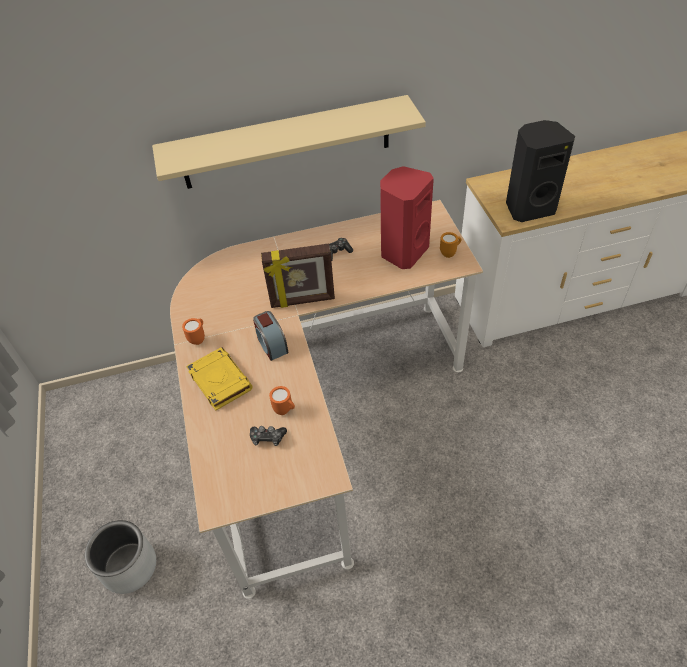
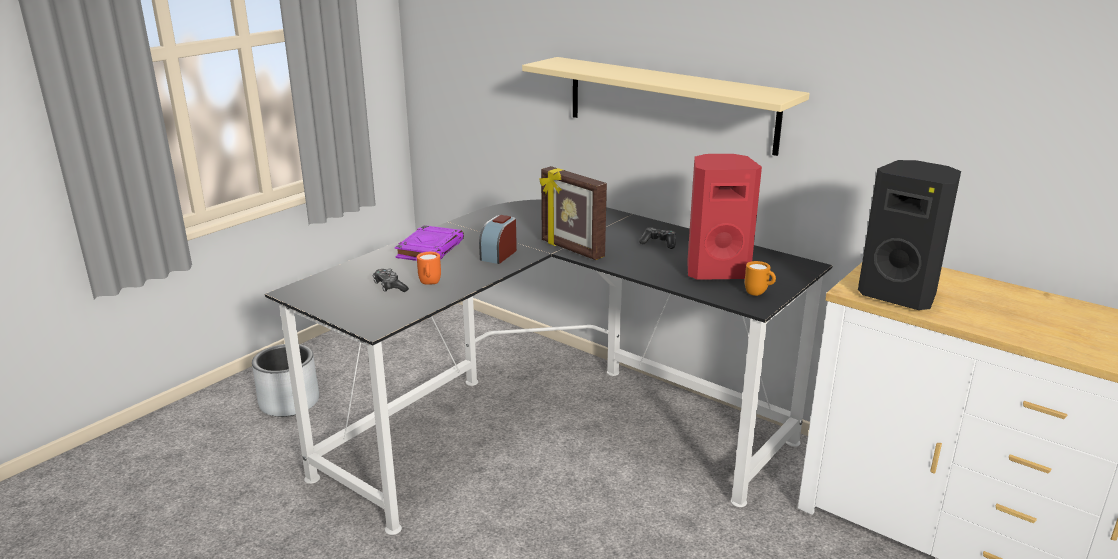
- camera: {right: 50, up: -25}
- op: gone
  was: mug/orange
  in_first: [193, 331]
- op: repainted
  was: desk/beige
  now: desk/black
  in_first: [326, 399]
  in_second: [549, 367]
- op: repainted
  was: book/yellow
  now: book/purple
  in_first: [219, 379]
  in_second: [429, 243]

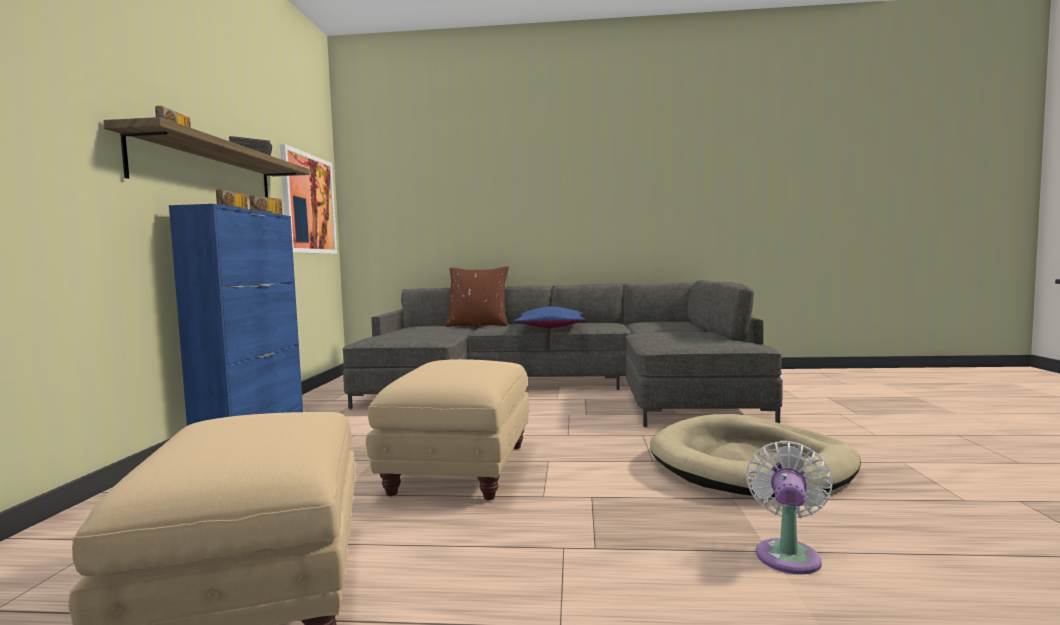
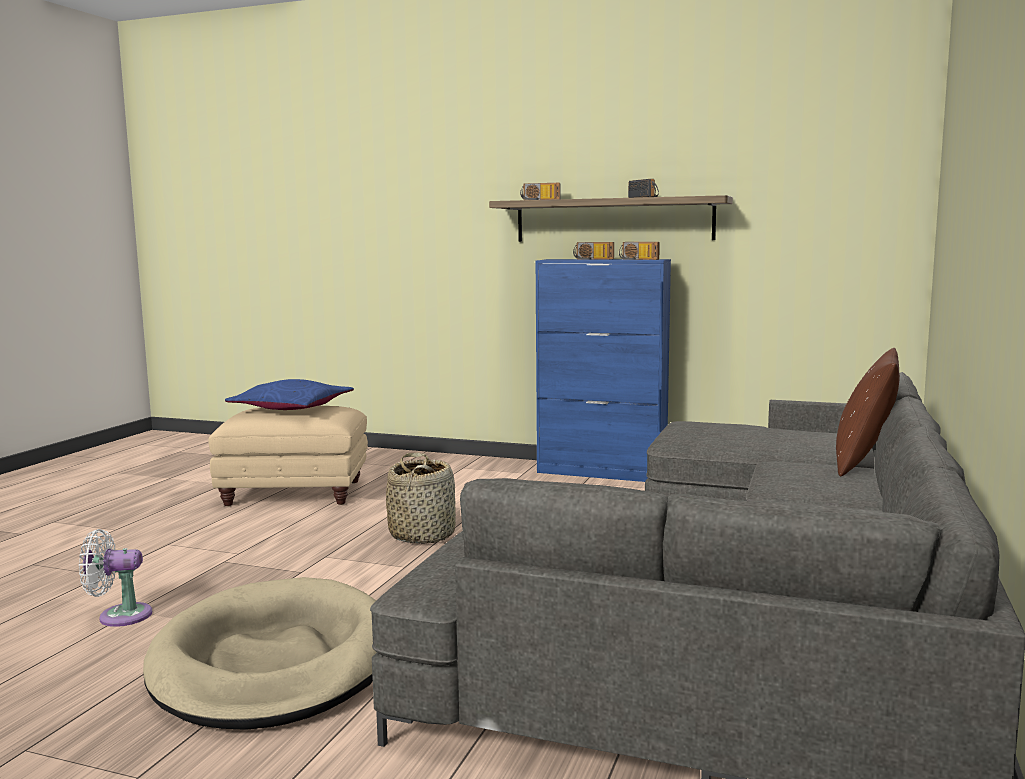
- camera: {right: 105, up: 5}
- op: gone
  was: picture
  in_first: [308, 199]
- op: shifted
  was: pillow/blue
  in_first: [549, 317]
  in_second: [289, 394]
- op: swapped
  was: ottoman/beige
  now: basket
  in_first: [447, 430]
  in_second: [421, 498]
- op: rotated
  was: fan/white
  in_first: [789, 507]
  in_second: [115, 578]
  clockwise: 135

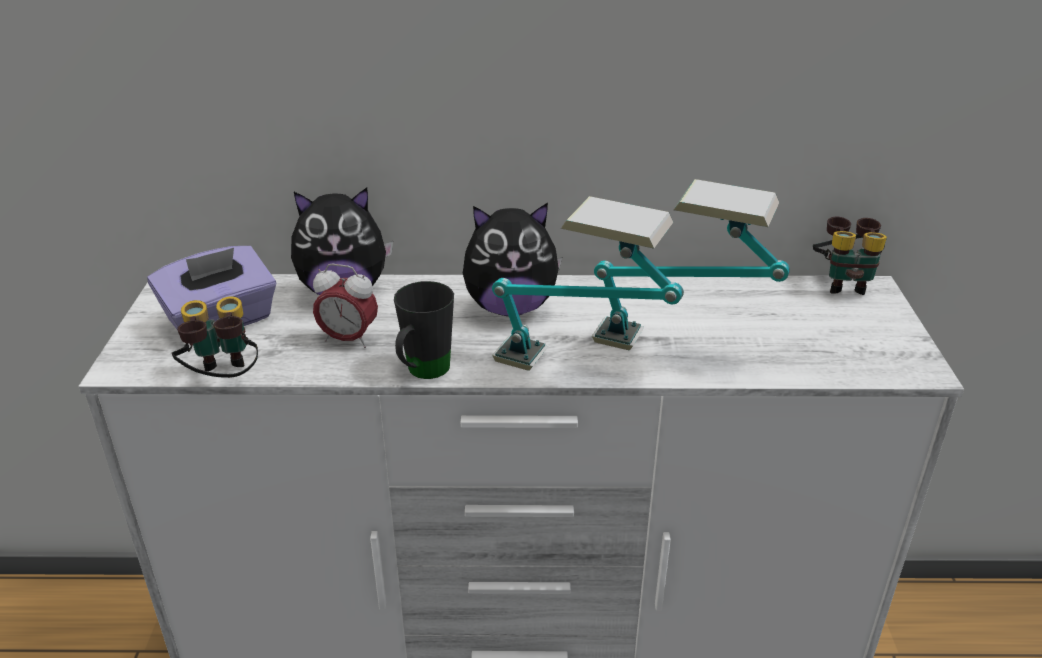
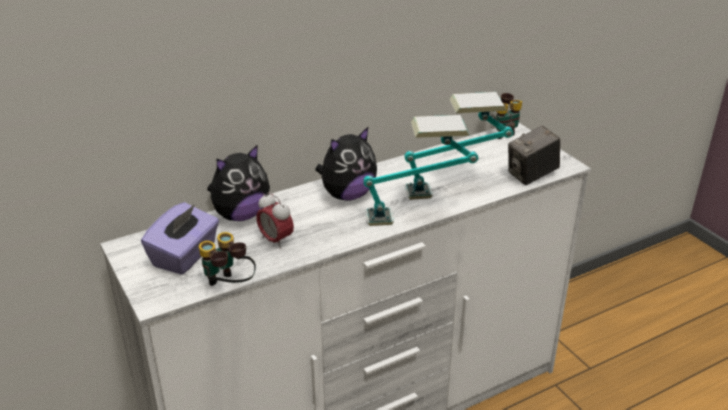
- camera: {right: -30, up: 0}
- op: gone
  was: mug/black
  in_first: [424, 330]
- op: new
  now: photo camera
  in_second: [534, 155]
- op: rotated
  was: alarm clock
  in_first: [345, 305]
  in_second: [275, 220]
  clockwise: 60

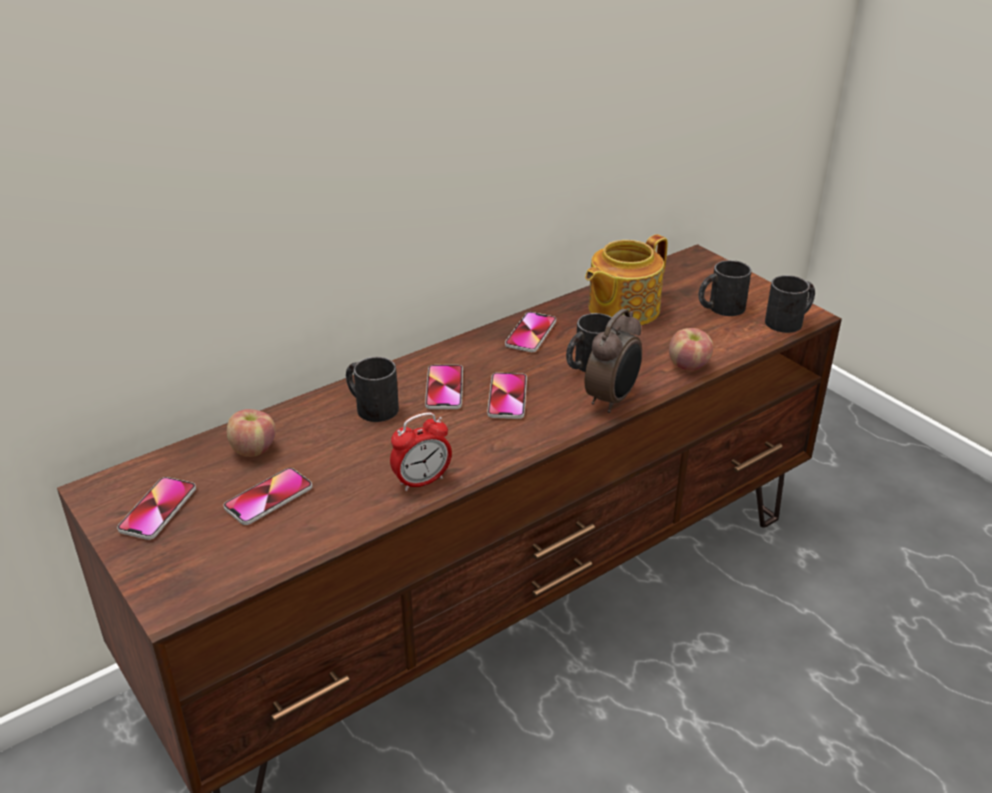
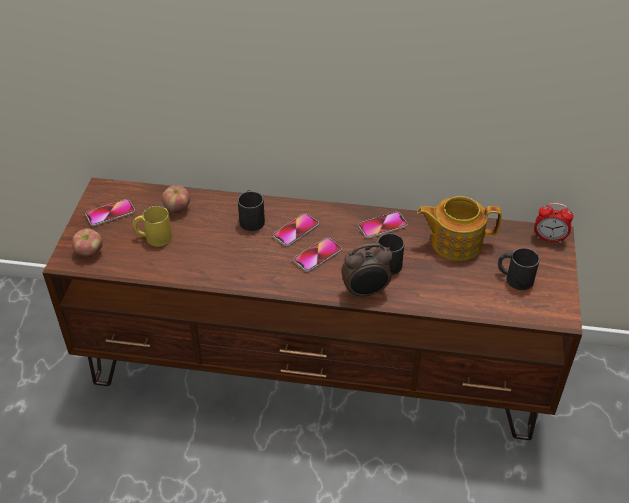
- camera: {right: 45, up: 10}
- op: gone
  was: mug/black
  in_first: [790, 304]
- op: shifted
  was: alarm clock
  in_first: [421, 451]
  in_second: [554, 223]
- op: shifted
  was: apple
  in_first: [691, 349]
  in_second: [87, 243]
- op: swapped
  was: phone
  now: mug/yellow
  in_first: [268, 496]
  in_second: [152, 226]

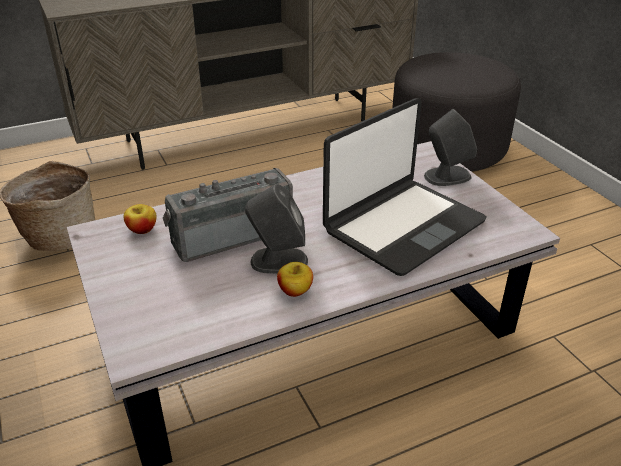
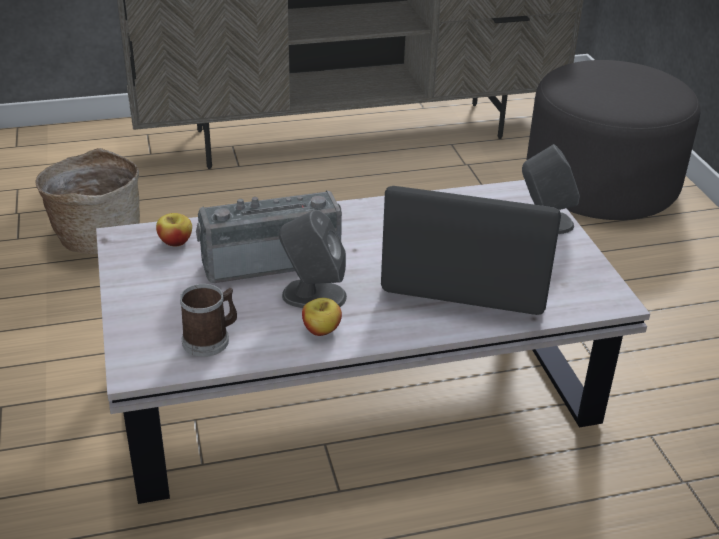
- camera: {right: 10, up: 0}
- op: new
  now: mug
  in_second: [208, 320]
- op: rotated
  was: laptop
  in_first: [405, 187]
  in_second: [471, 250]
  clockwise: -135

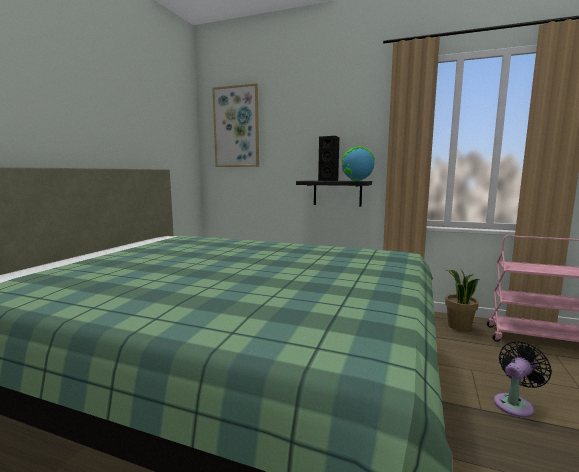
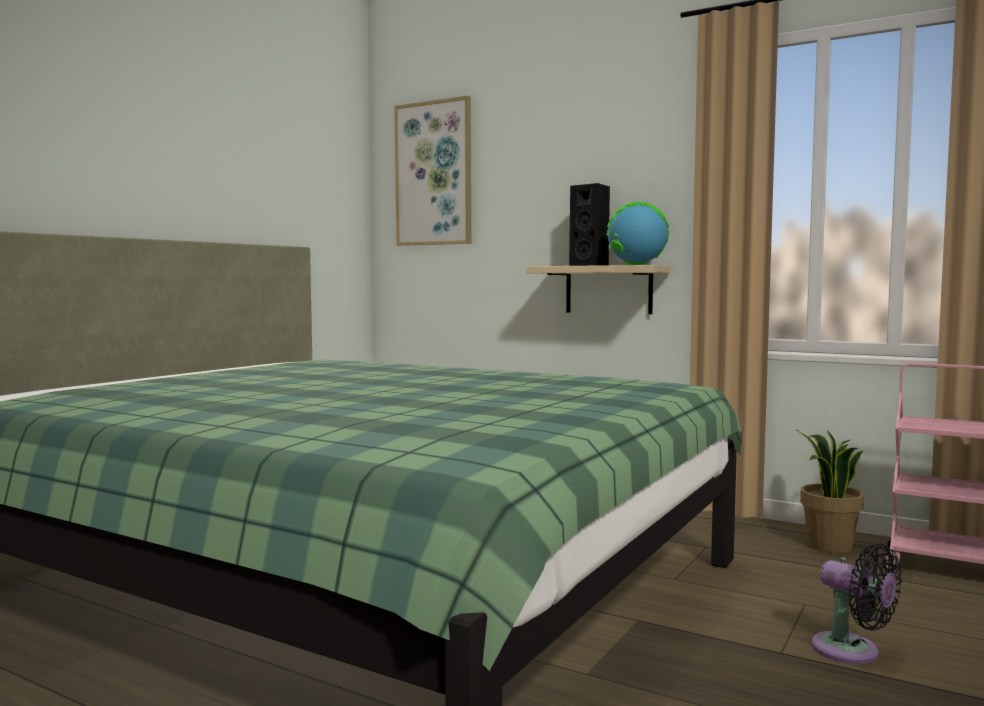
- camera: {right: 10, up: -5}
- op: repainted
  was: shelf/black
  now: shelf/beige
  in_first: [334, 193]
  in_second: [598, 289]
- op: rotated
  was: fan/black
  in_first: [523, 379]
  in_second: [856, 603]
  clockwise: 75

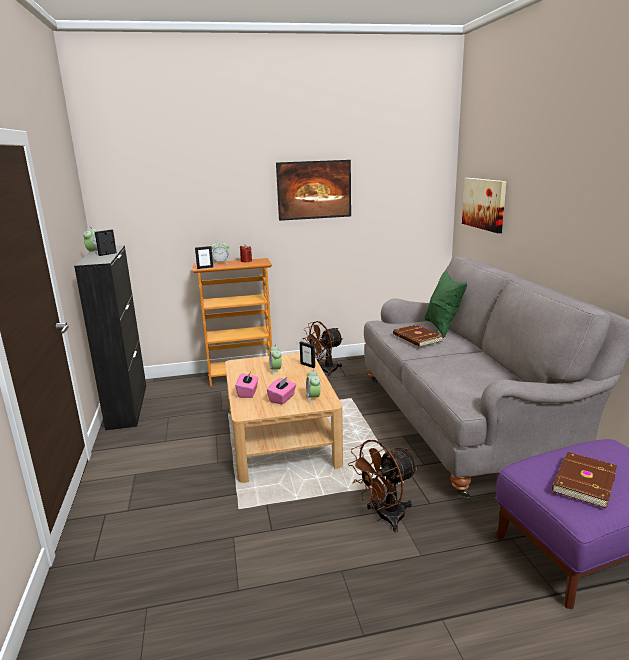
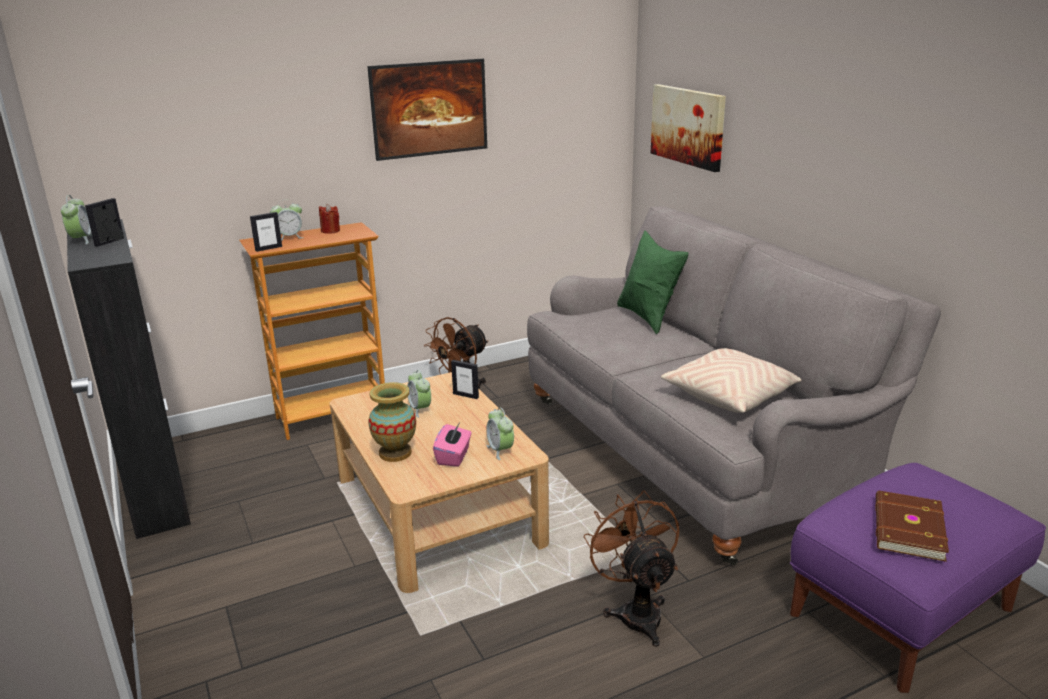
- camera: {right: -15, up: 5}
- op: gone
  was: book/brown
  in_first: [418, 336]
- op: new
  now: pillow/beige
  in_second: [731, 380]
- op: swapped
  was: tissue box/pink
  now: vase
  in_first: [247, 385]
  in_second: [392, 422]
- op: rotated
  was: fan/brown
  in_first: [383, 486]
  in_second: [631, 568]
  clockwise: 120

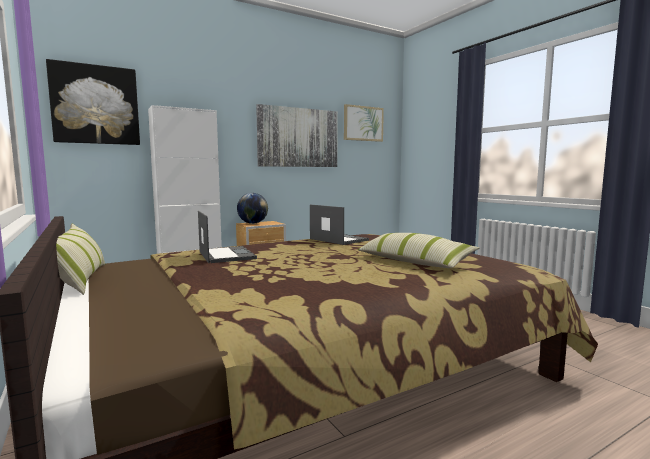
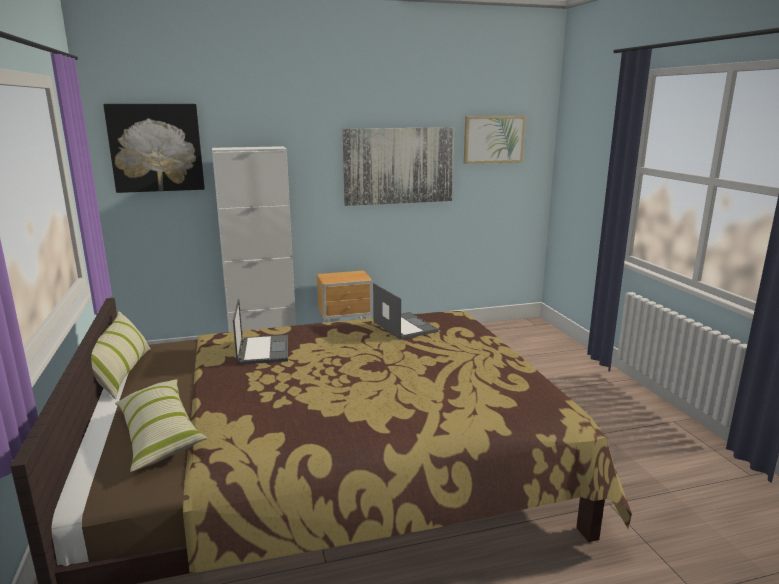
- camera: {right: 15, up: 10}
- op: gone
  was: globe
  in_first: [252, 208]
- op: shifted
  was: pillow
  in_first: [418, 250]
  in_second: [161, 425]

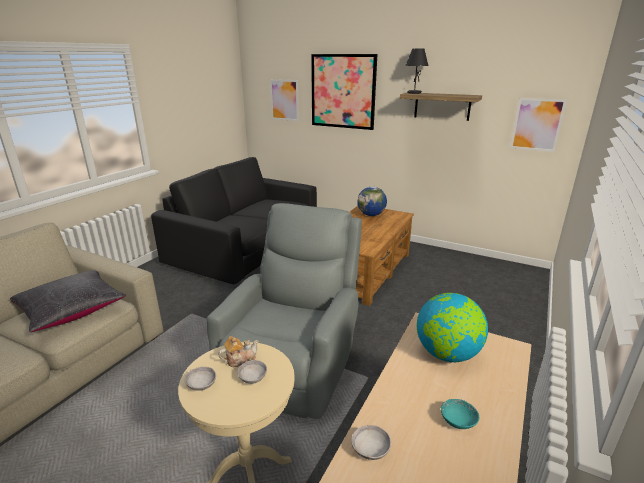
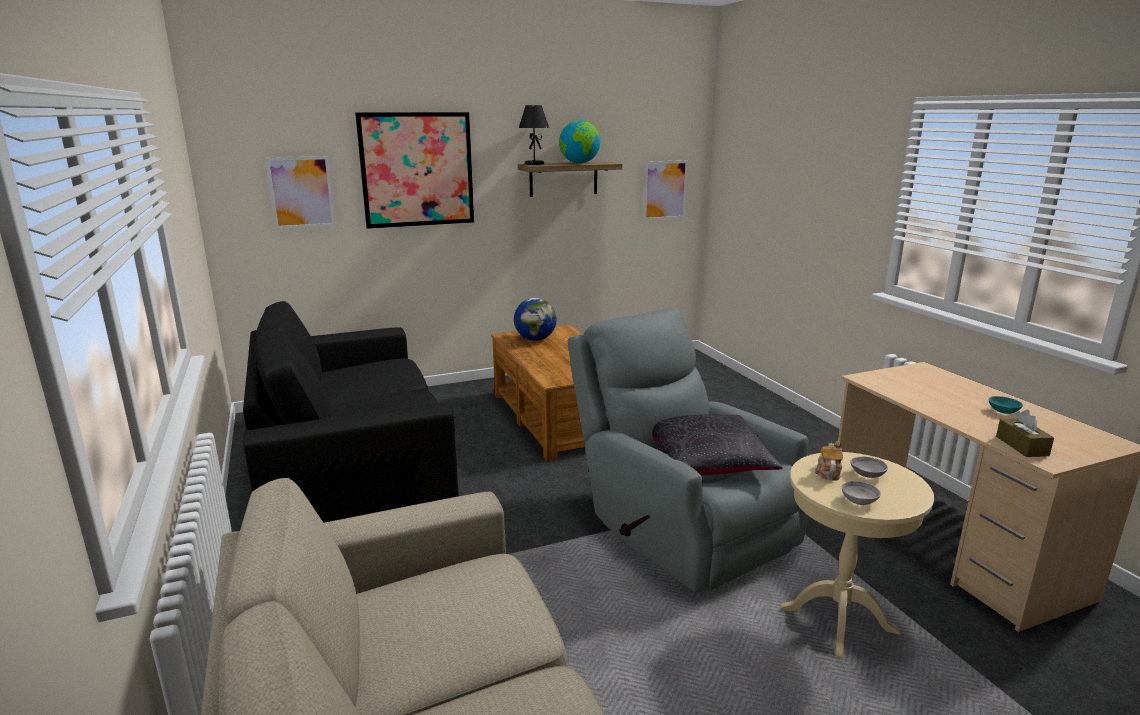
- camera: {right: -50, up: -5}
- op: shifted
  was: pillow/black
  in_first: [68, 301]
  in_second: [717, 444]
- op: shifted
  was: globe
  in_first: [452, 327]
  in_second: [579, 141]
- op: swapped
  was: bowl/grey
  now: tissue box/brown
  in_first: [371, 442]
  in_second: [1025, 433]

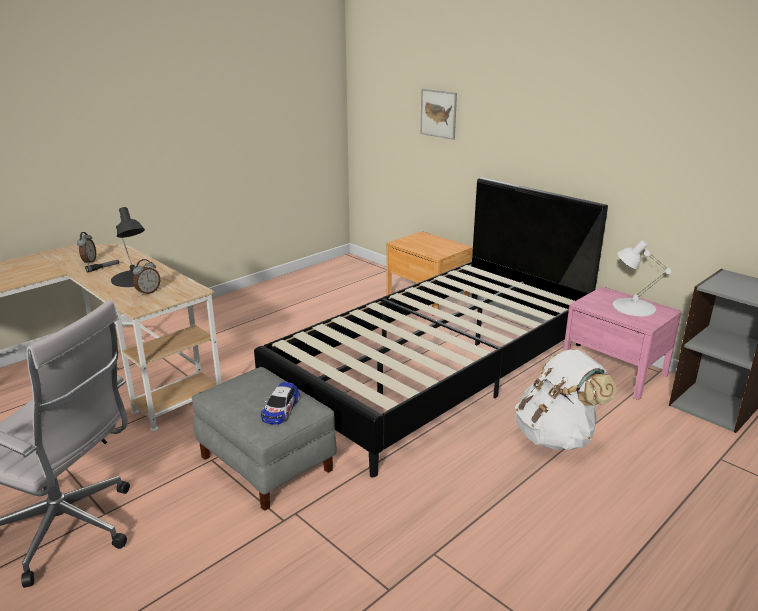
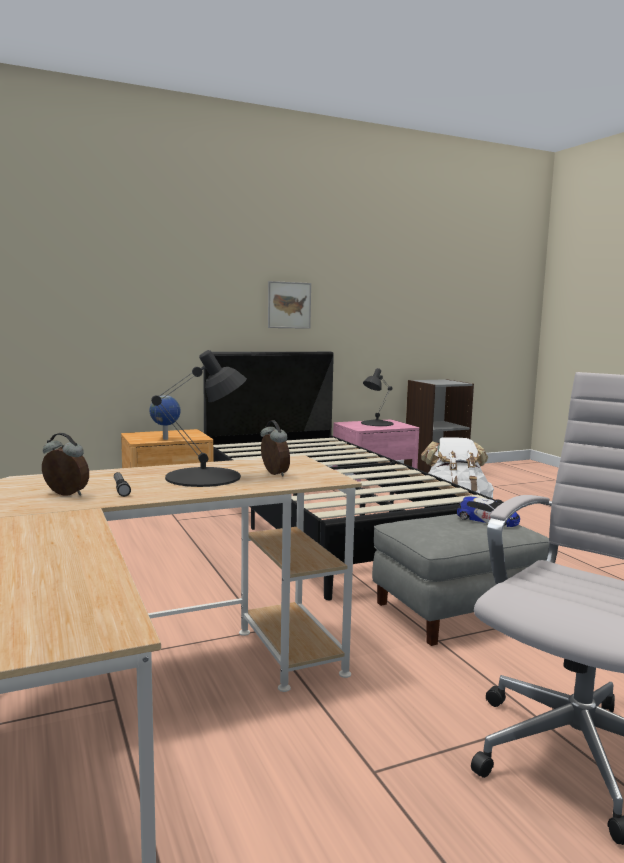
- camera: {right: -70, up: -15}
- op: new
  now: globe
  in_second: [165, 417]
- op: shifted
  was: picture
  in_first: [438, 114]
  in_second: [289, 305]
- op: repainted
  was: table lamp/white
  now: table lamp/black
  in_first: [642, 278]
  in_second: [377, 397]

